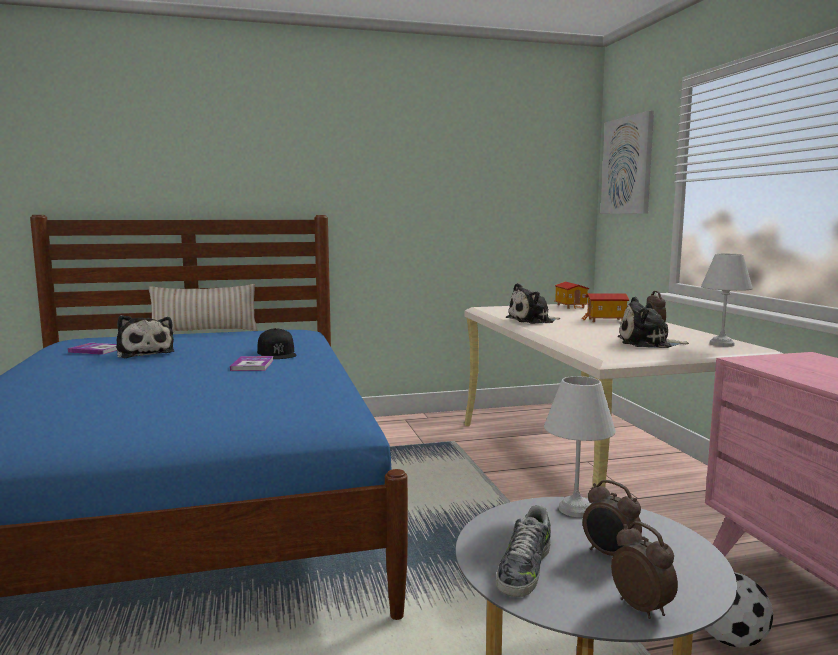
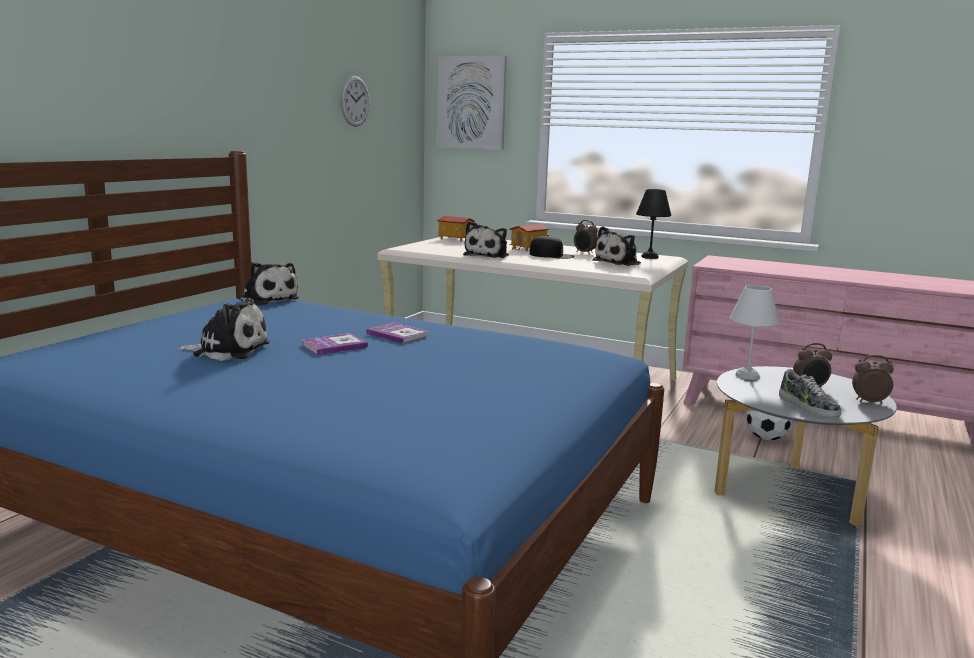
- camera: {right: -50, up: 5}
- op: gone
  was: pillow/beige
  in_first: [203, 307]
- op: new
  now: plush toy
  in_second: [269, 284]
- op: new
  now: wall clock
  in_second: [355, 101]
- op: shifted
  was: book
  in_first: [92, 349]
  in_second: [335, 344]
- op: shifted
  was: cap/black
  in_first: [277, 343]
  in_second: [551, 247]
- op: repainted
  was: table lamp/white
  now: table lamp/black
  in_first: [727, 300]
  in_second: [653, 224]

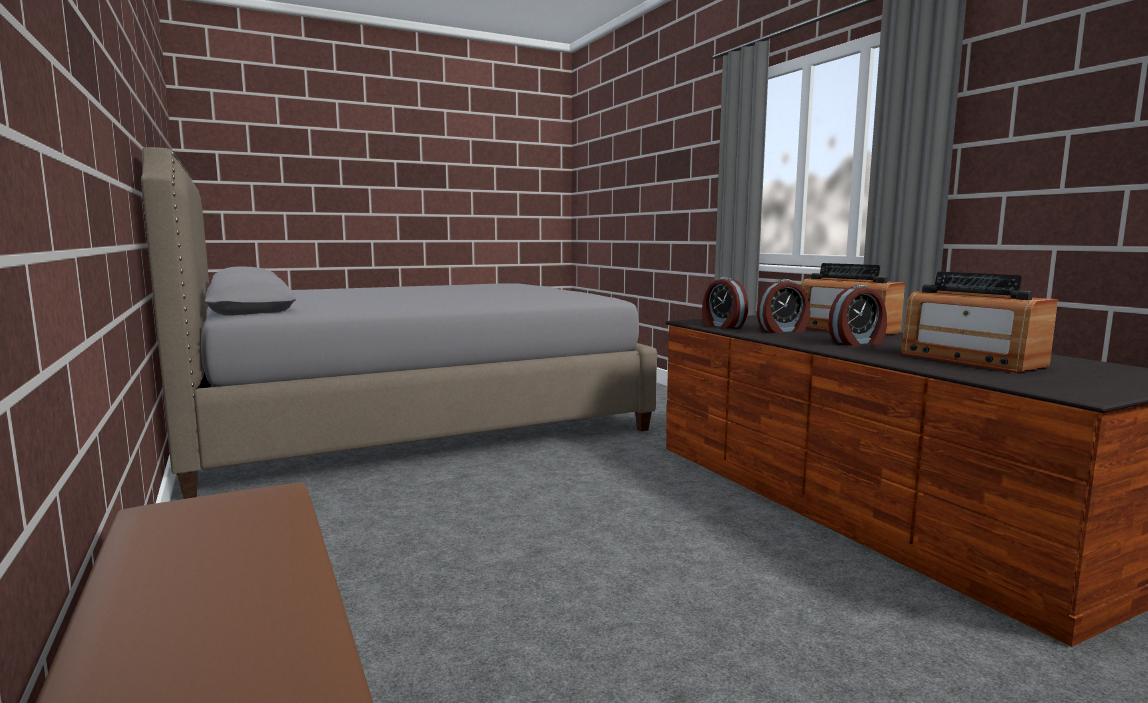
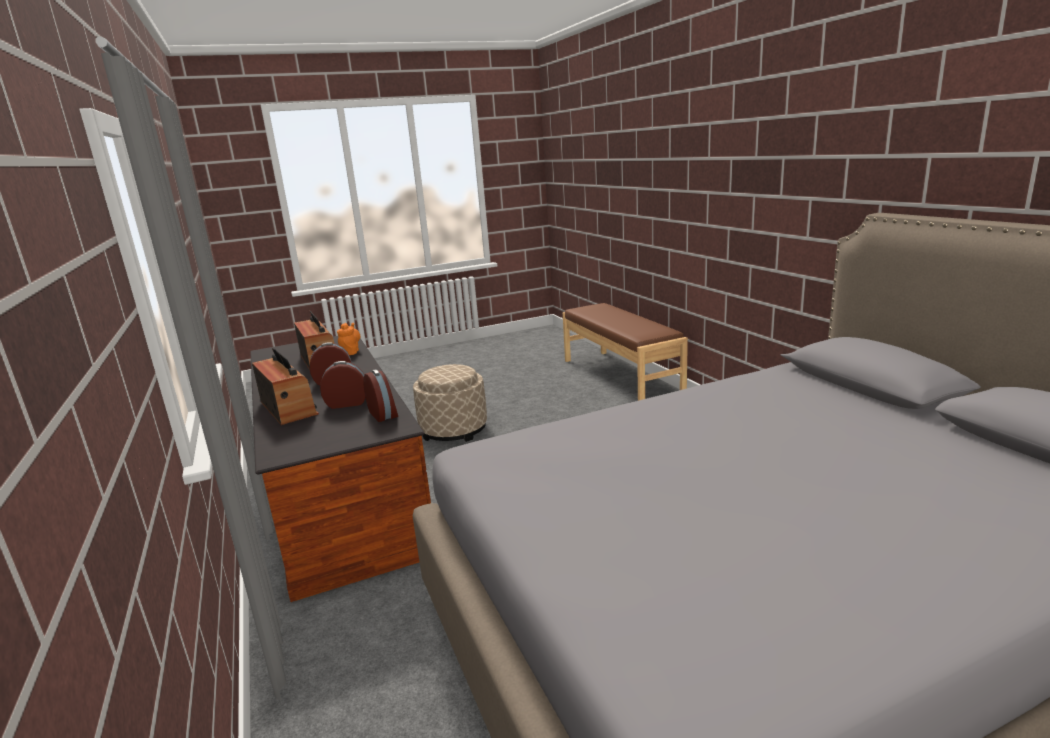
- camera: {right: -175, up: 10}
- op: new
  now: teapot/orange
  in_second: [348, 339]
- op: new
  now: ottoman/beige
  in_second: [450, 403]

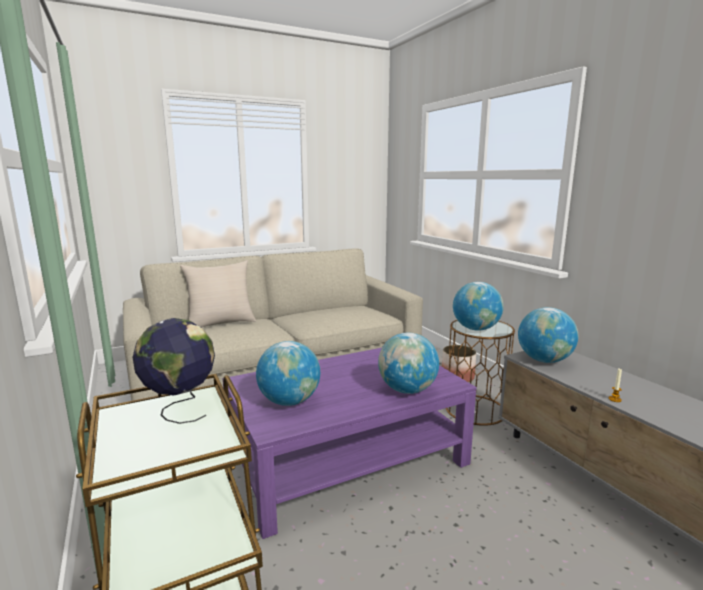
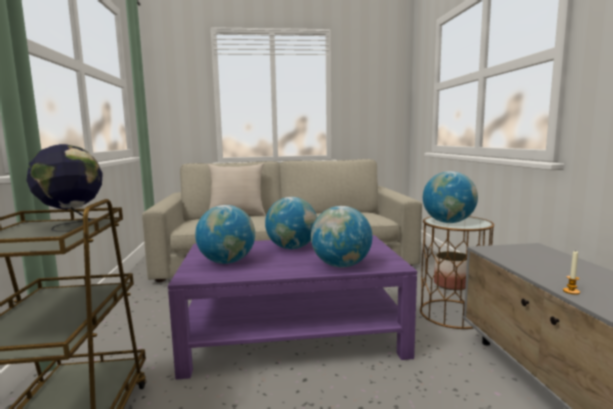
- camera: {right: 20, up: -5}
- op: shifted
  was: globe
  in_first: [548, 335]
  in_second: [291, 223]

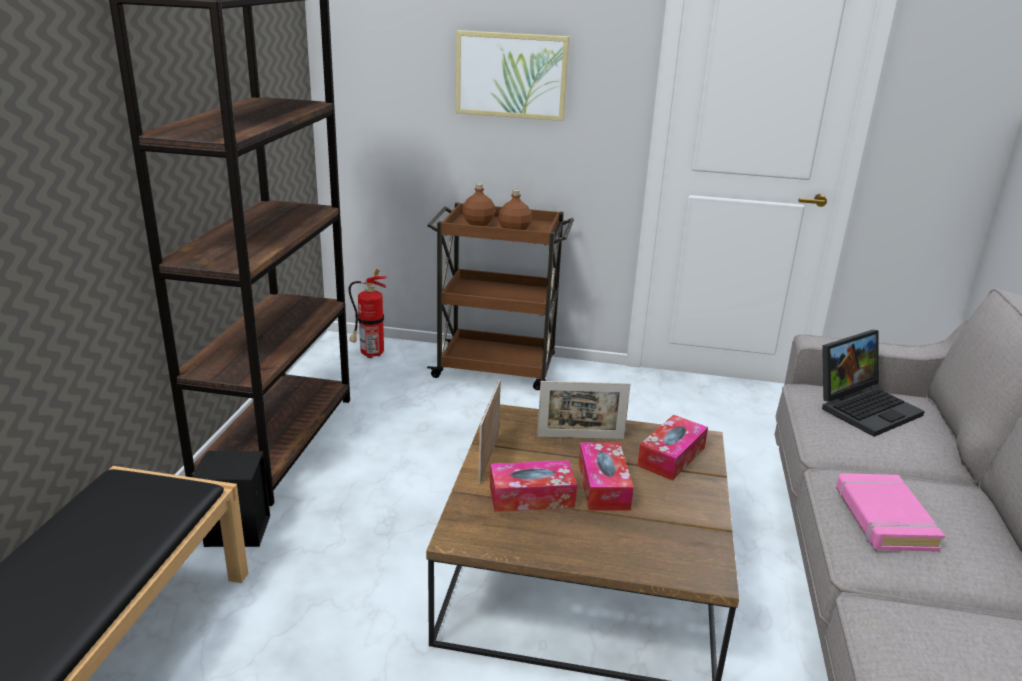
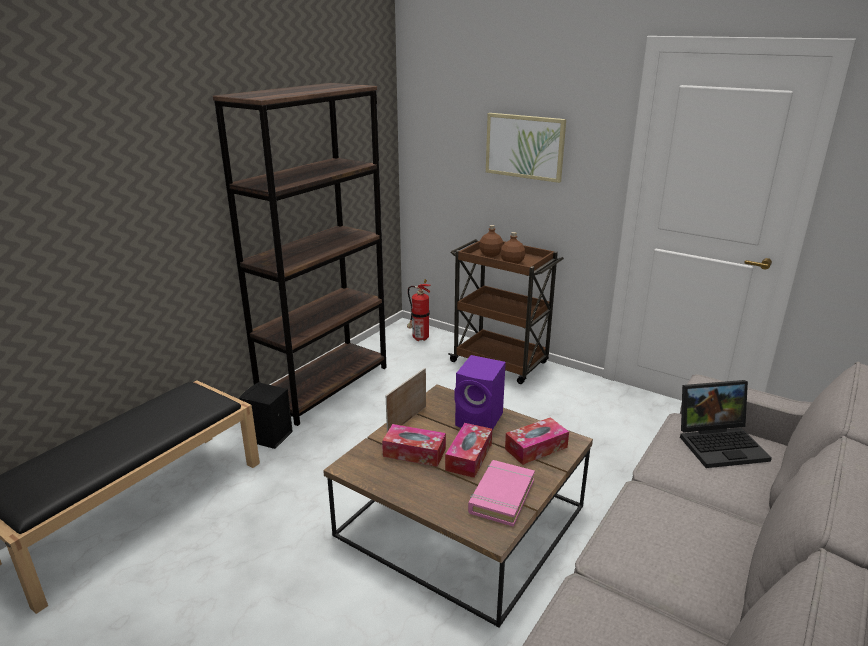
- camera: {right: 25, up: 0}
- op: shifted
  was: book/pink
  in_first: [890, 512]
  in_second: [501, 493]
- op: swapped
  was: picture frame
  now: speaker/purple
  in_first: [583, 410]
  in_second: [480, 392]

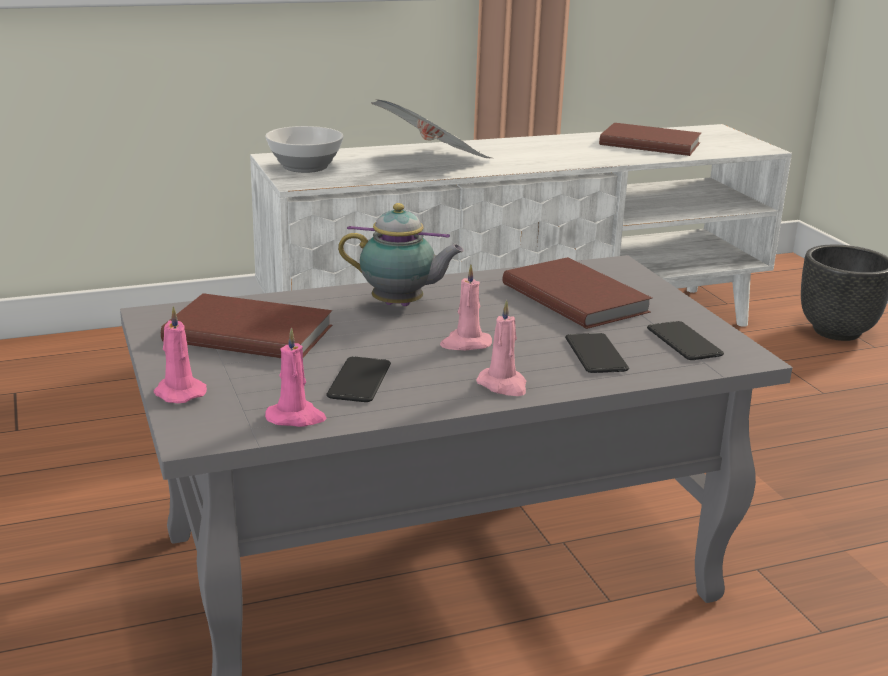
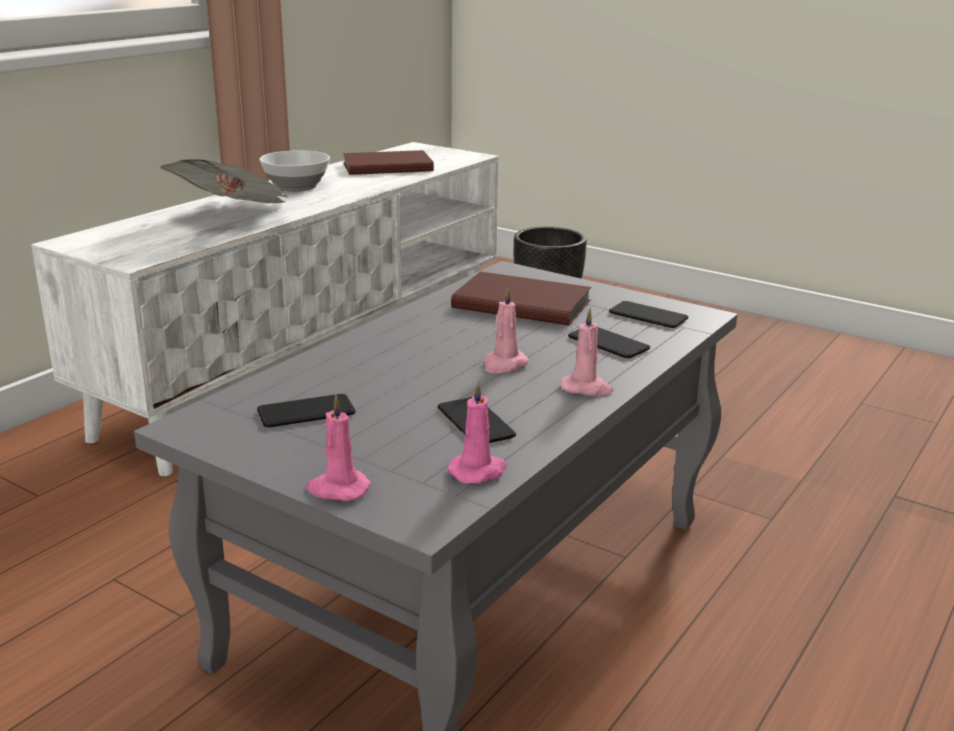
- camera: {right: -35, up: 0}
- op: gone
  was: teapot
  in_first: [401, 254]
- op: shifted
  was: bowl
  in_first: [305, 149]
  in_second: [295, 170]
- op: swapped
  was: book/brown
  now: phone
  in_first: [246, 325]
  in_second: [306, 410]

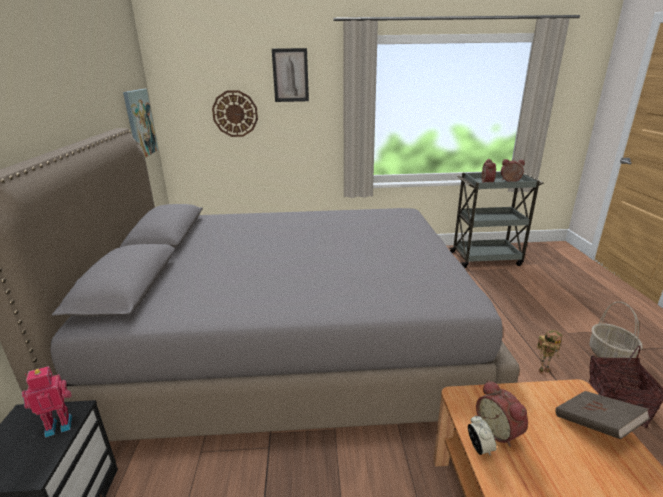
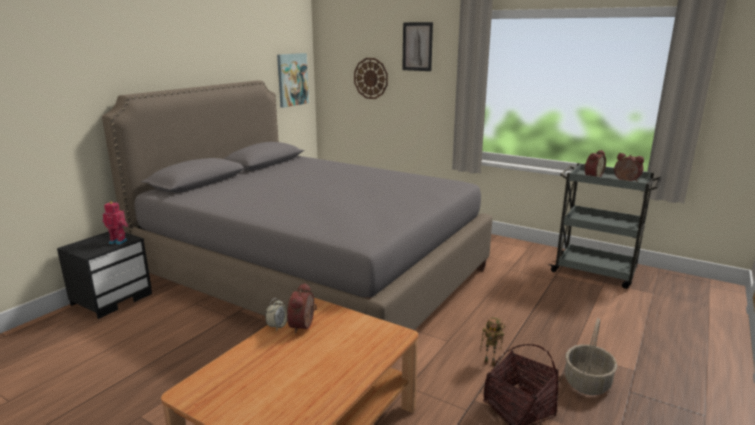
- camera: {right: 35, up: -5}
- op: gone
  was: book/brown
  in_first: [603, 415]

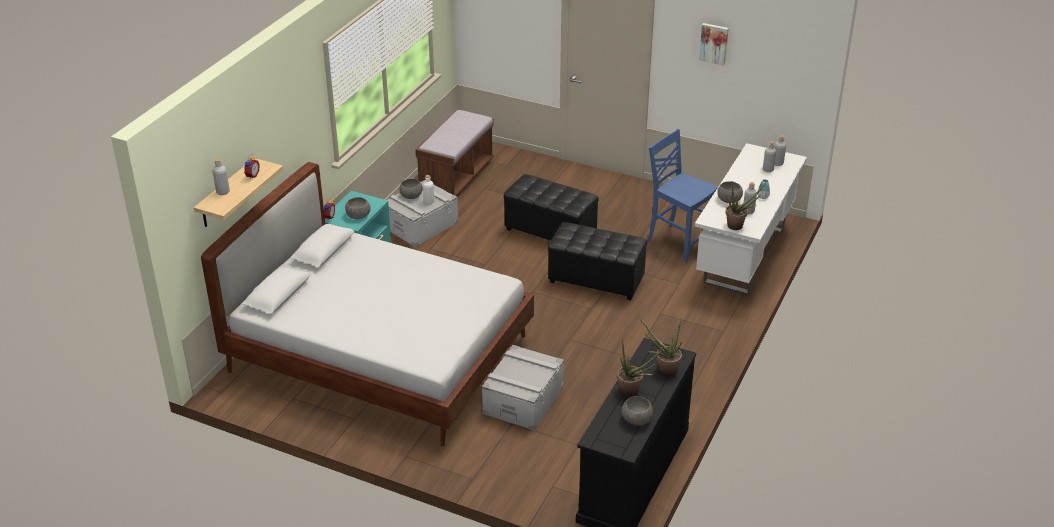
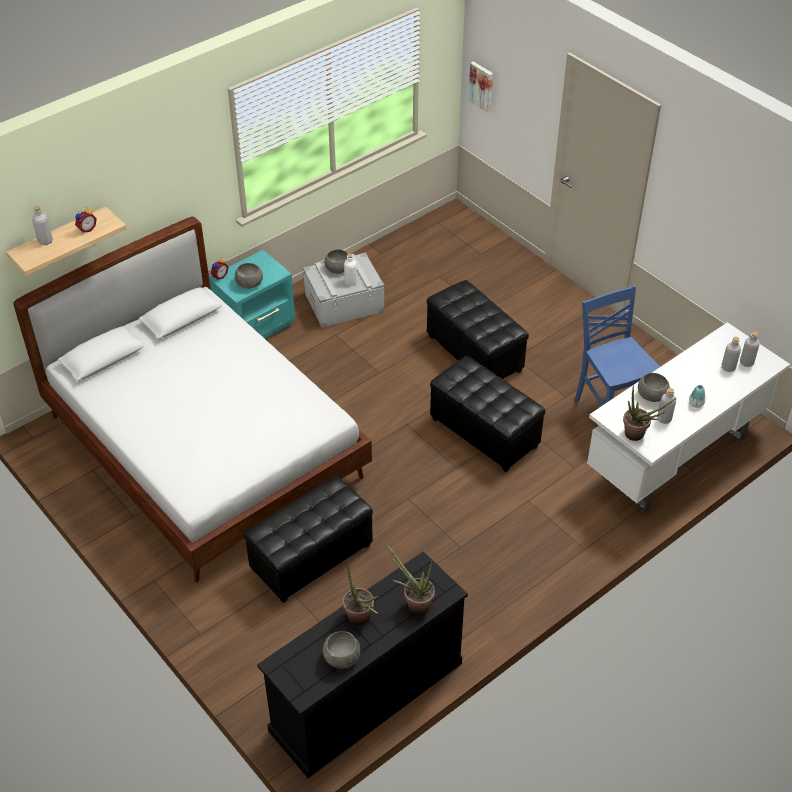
- camera: {right: 25, up: 10}
- op: gone
  was: bench/brown
  in_first: [454, 153]
- op: shifted
  was: picture
  in_first: [714, 44]
  in_second: [480, 87]
- op: swapped
  was: storage box/grey
  now: ottoman/black
  in_first: [523, 388]
  in_second: [308, 539]

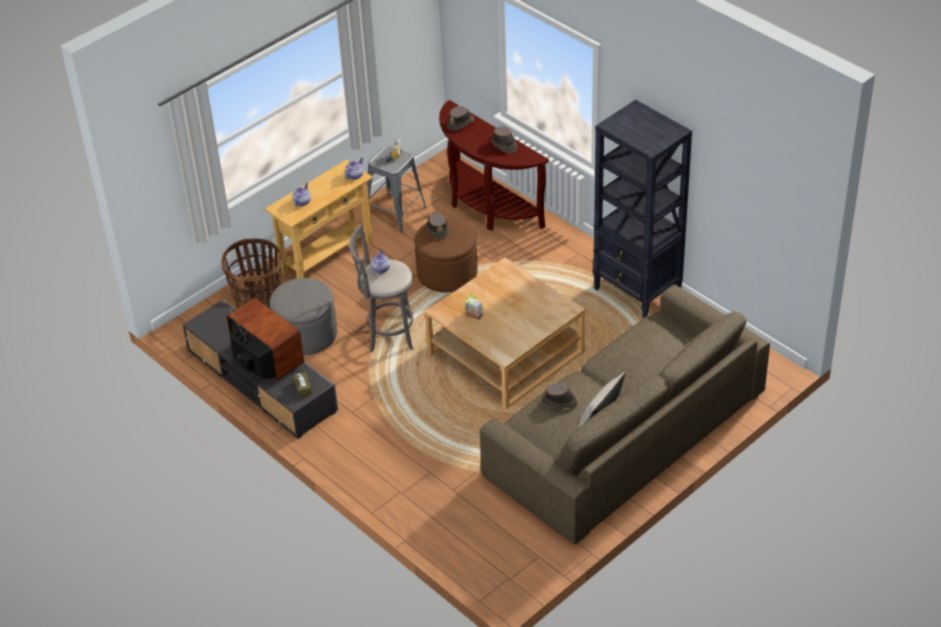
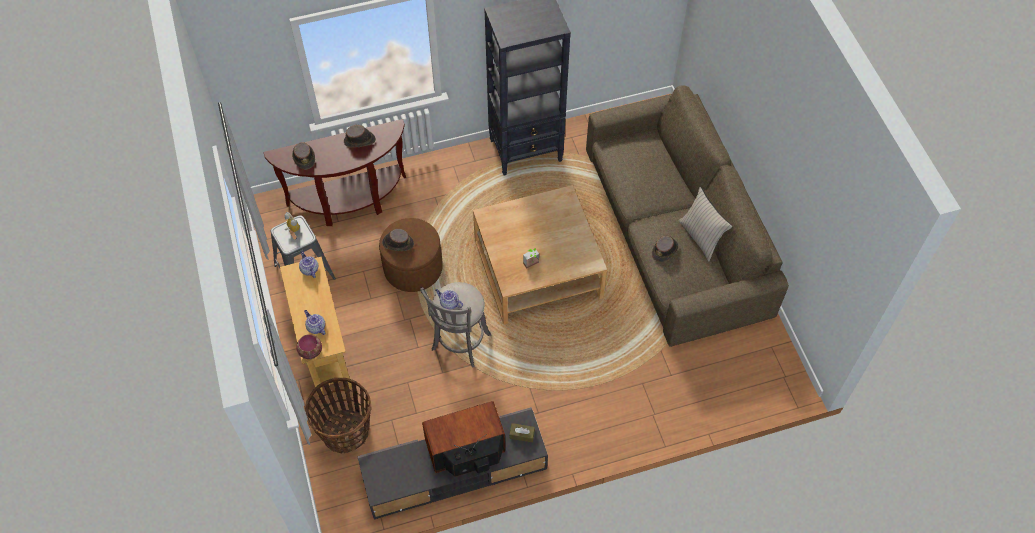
- camera: {right: -65, up: 15}
- op: gone
  was: ottoman/grey
  in_first: [303, 316]
- op: new
  now: bowl
  in_second: [309, 346]

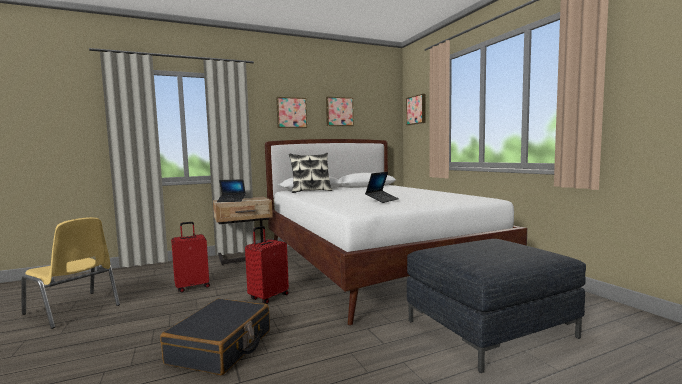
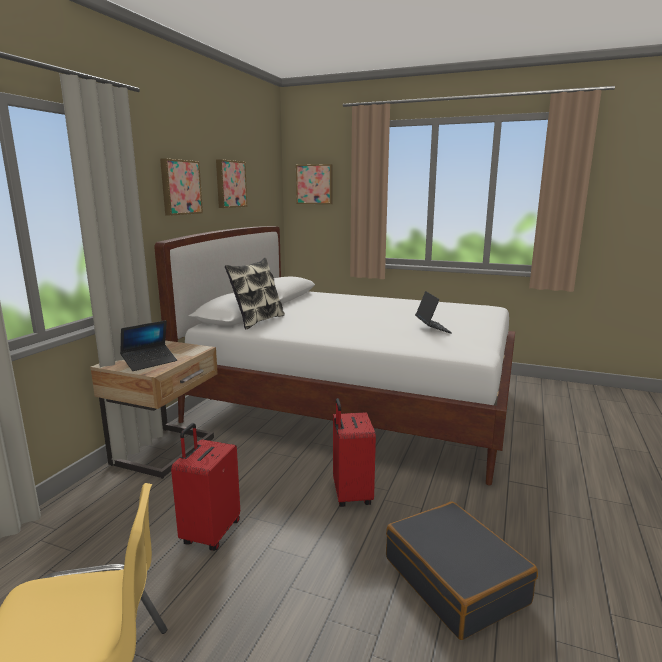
- camera: {right: -45, up: 10}
- op: gone
  was: ottoman/grey
  in_first: [496, 306]

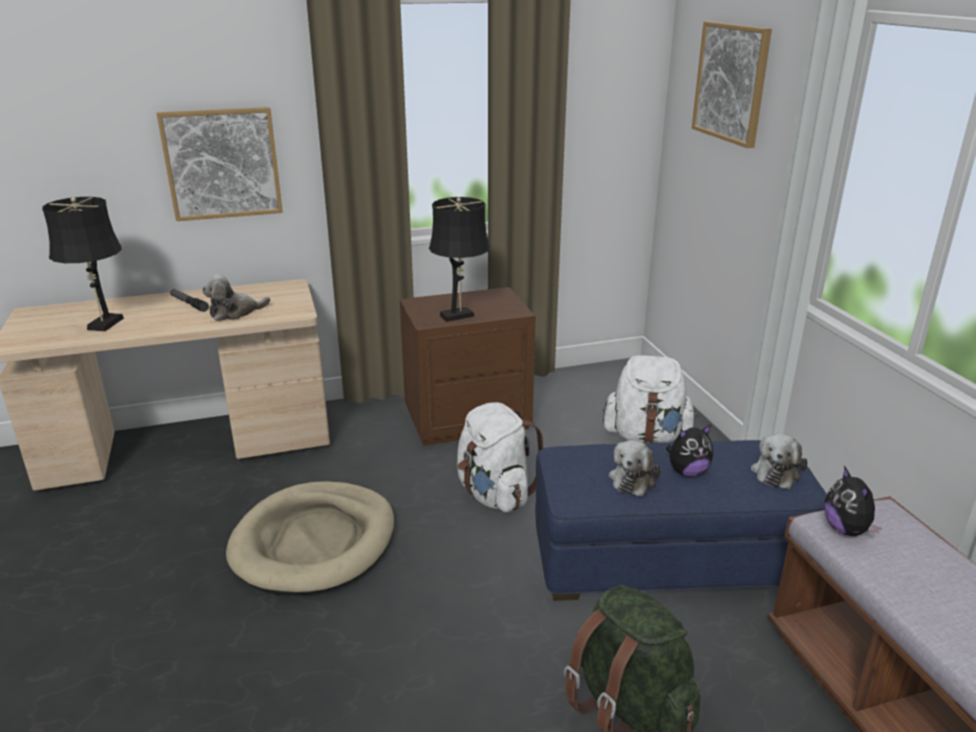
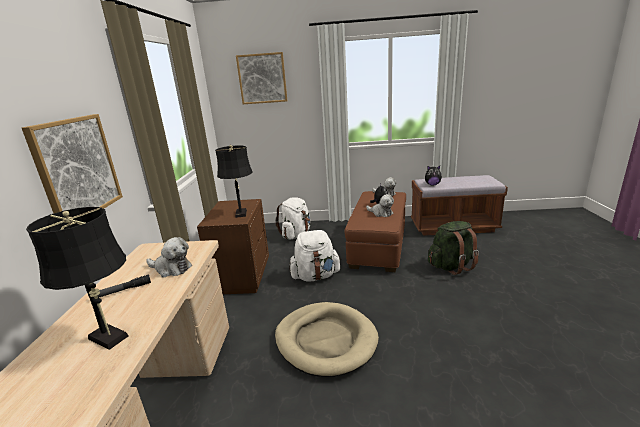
- camera: {right: -70, up: -5}
- op: repainted
  was: ottoman/blue
  now: ottoman/brown
  in_first: [681, 520]
  in_second: [375, 231]
- op: rotated
  was: plush toy
  in_first: [236, 297]
  in_second: [169, 257]
  clockwise: -60

